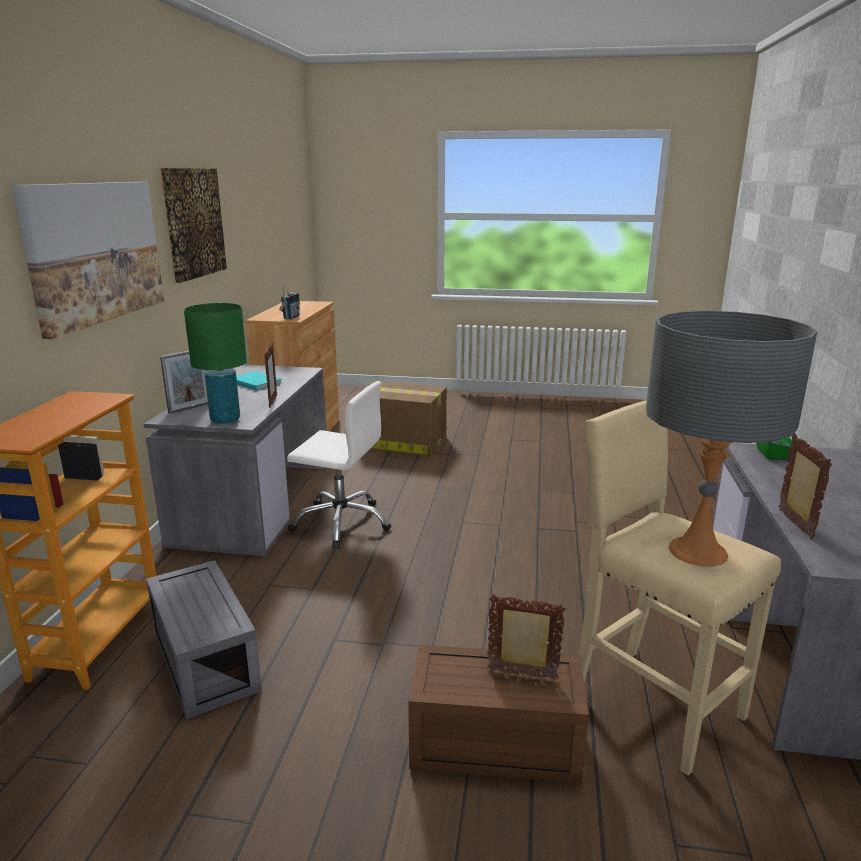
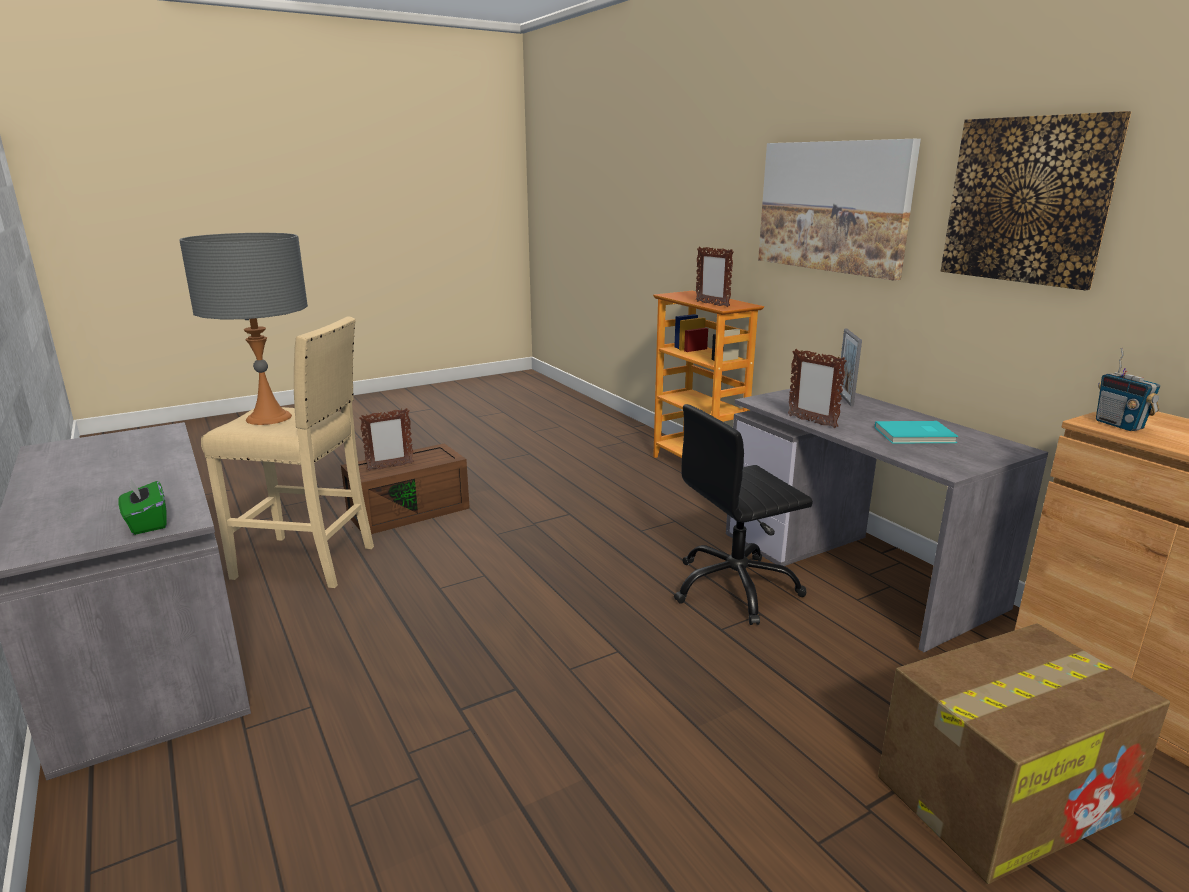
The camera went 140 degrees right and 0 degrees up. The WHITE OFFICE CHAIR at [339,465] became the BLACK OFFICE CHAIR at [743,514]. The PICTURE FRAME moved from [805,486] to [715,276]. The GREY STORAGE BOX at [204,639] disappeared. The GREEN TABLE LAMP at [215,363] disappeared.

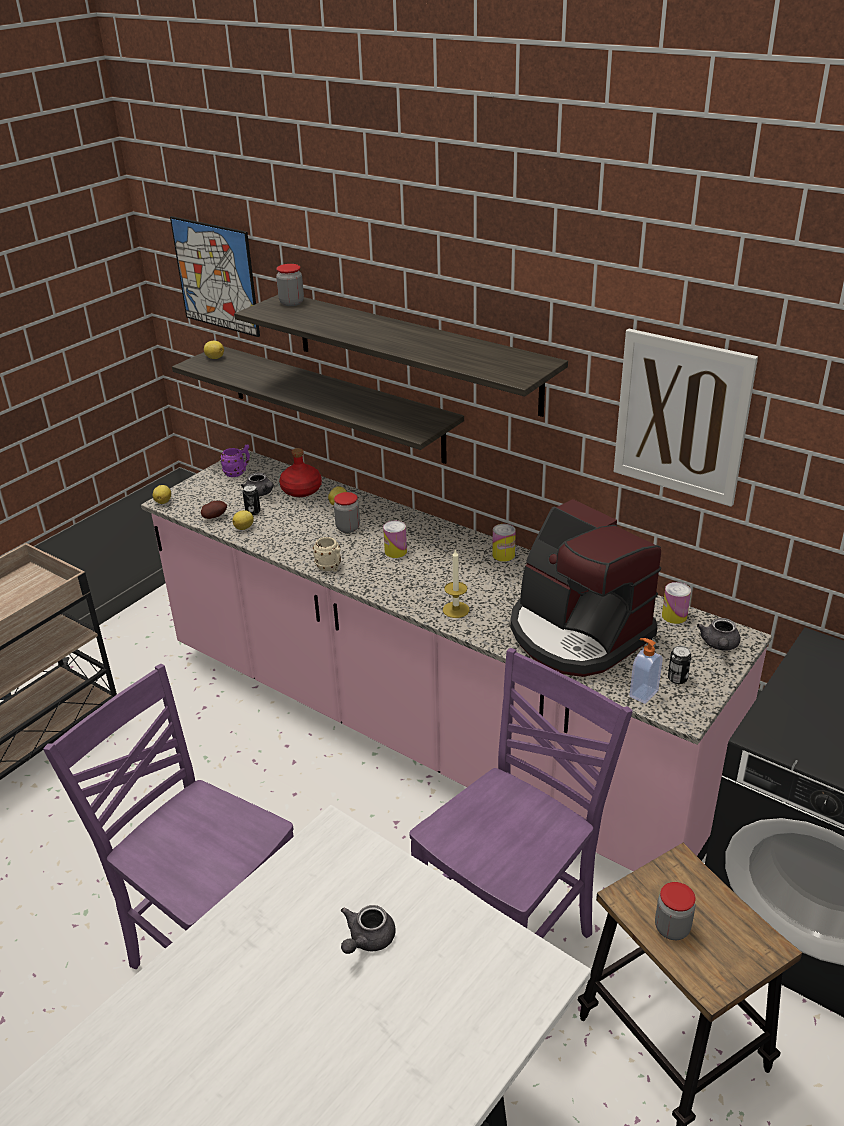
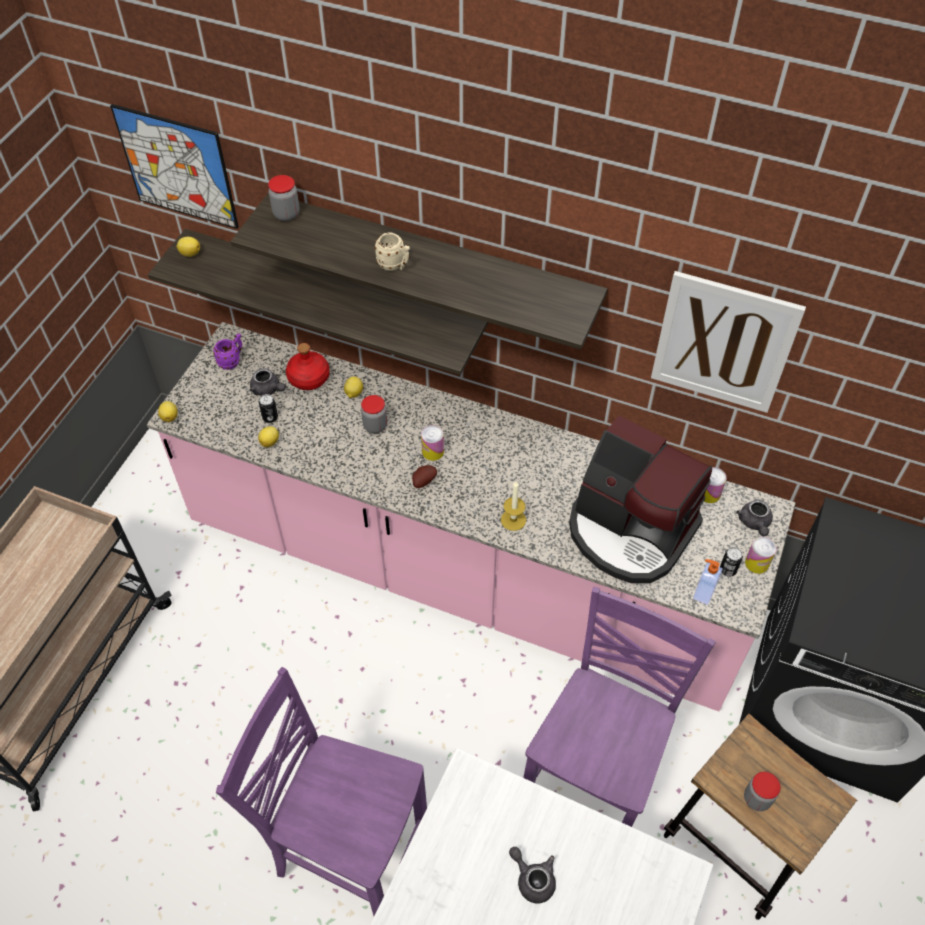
The camera went 15 degrees left and 20 degrees up. The BEIGE MUG moved from [327,554] to [392,252]. The POTATO moved from [214,510] to [424,476]. The GREY TEAPOT at [368,929] turned 120 degrees clockwise. The CAN moved from [504,543] to [760,555].

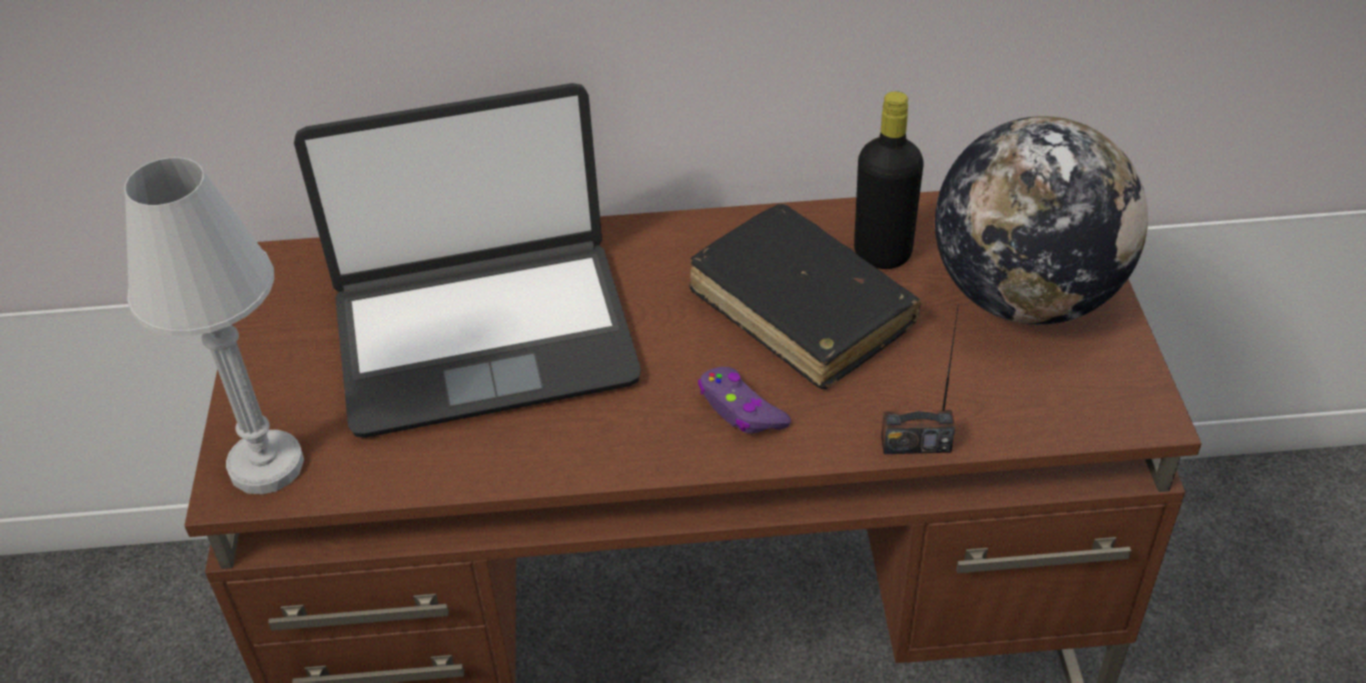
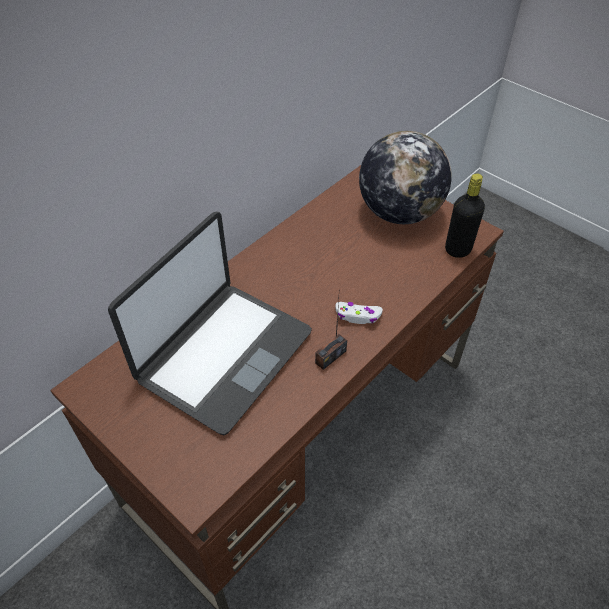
The camera went 45 degrees left and 5 degrees up. The RADIO moved from [920,379] to [331,335]. The PURPLE GAME CONTROLLER at [744,400] became the WHITE GAME CONTROLLER at [359,313]. The BLACK BOTTLE moved from [889,180] to [465,215]. The WHITE TABLE LAMP at [214,325] disappeared. The BLACK BOOK at [805,296] disappeared.

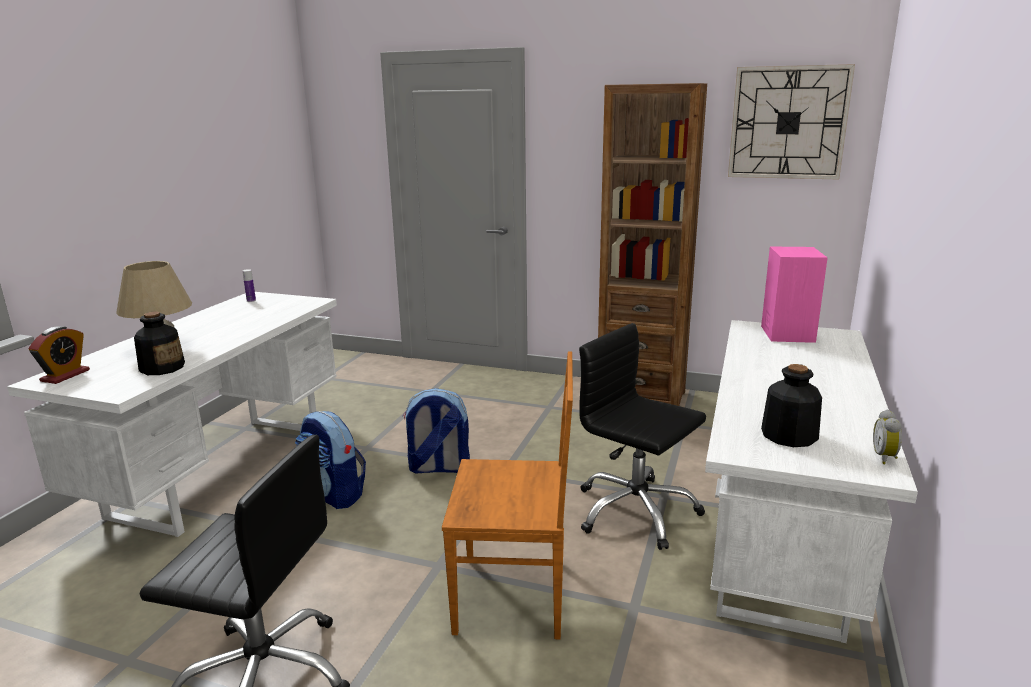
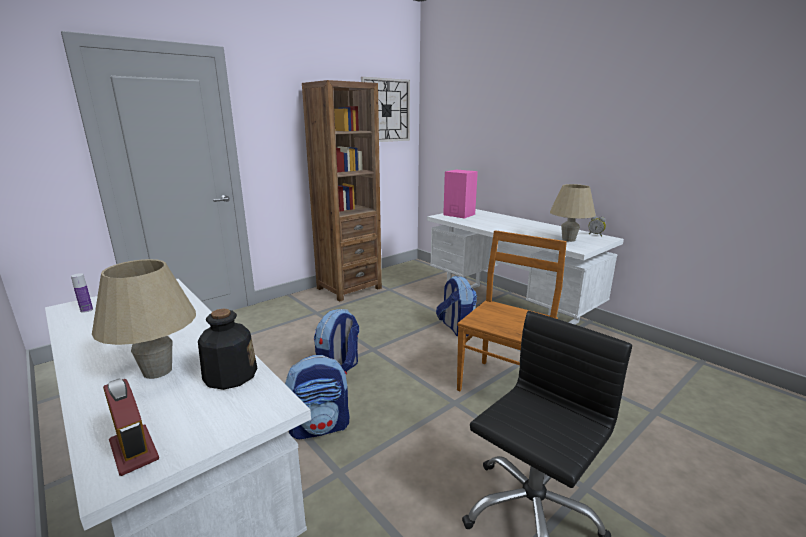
The camera went 60 degrees left and 0 degrees up. The BLACK OFFICE CHAIR at [642,436] was replaced by the BACKPACK at [456,306]. The BOTTLE at [791,405] was replaced by the BEIGE TABLE LAMP at [573,213].

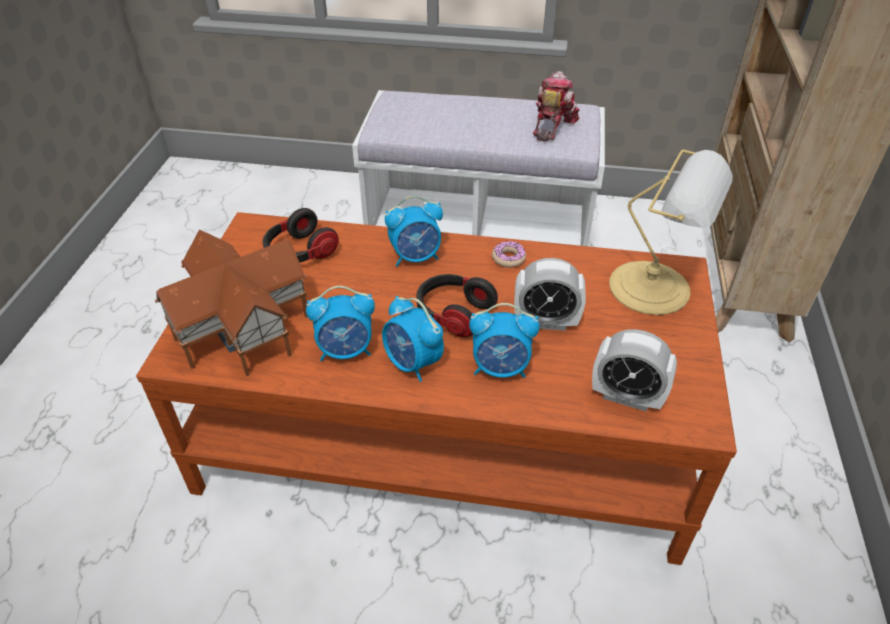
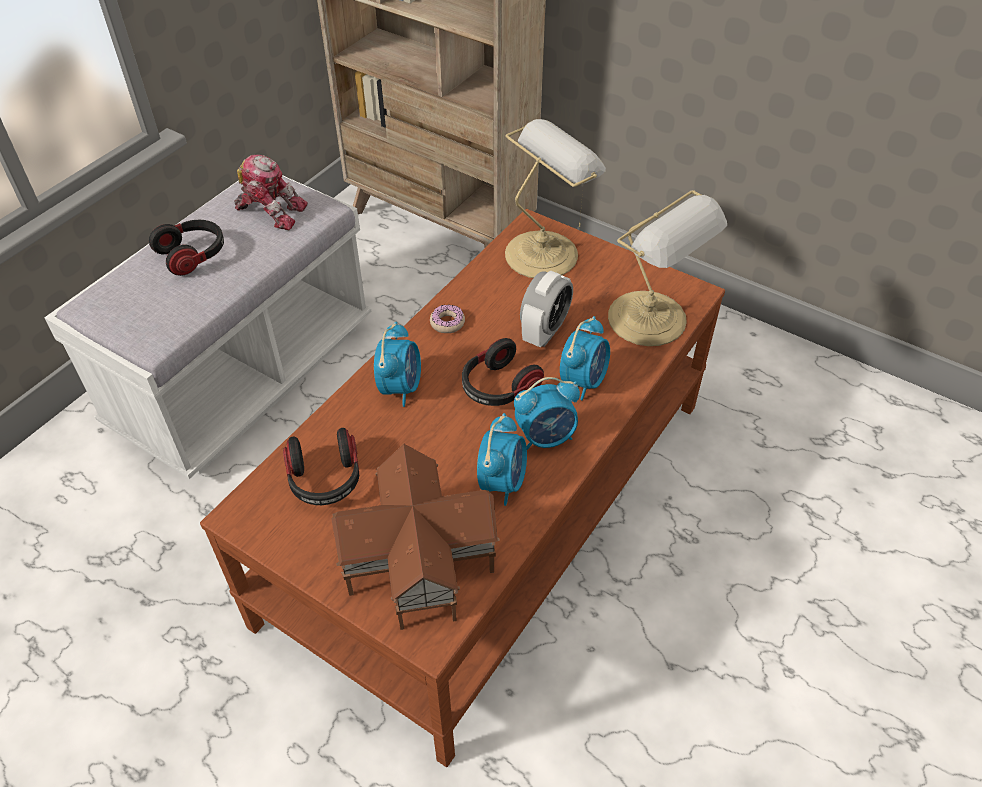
The camera went 65 degrees left and 5 degrees up. The HEADPHONES at [186,248] appeared. The TOY ROBOT at [556,106] turned 150 degrees clockwise. The ALARM CLOCK at [634,370] was replaced by the TABLE LAMP at [667,268].

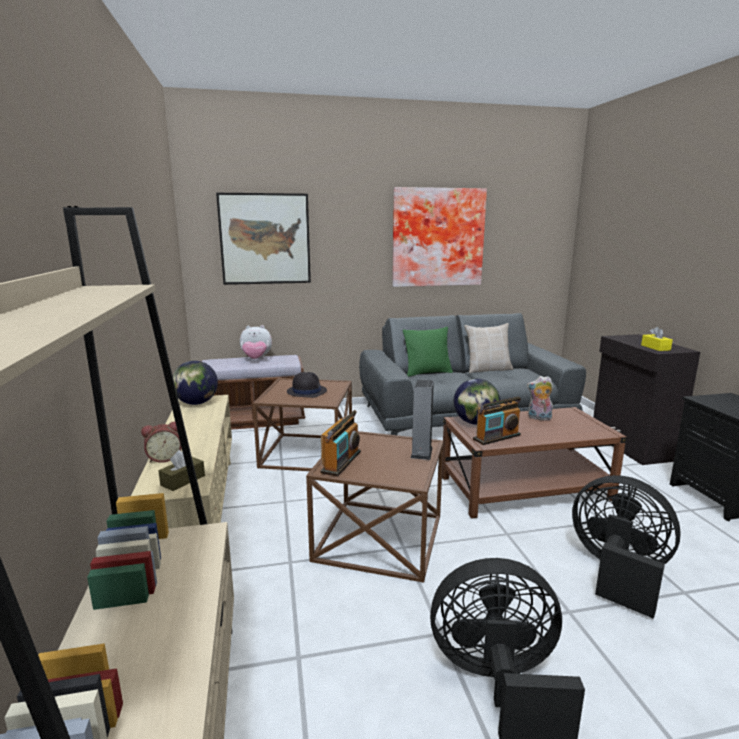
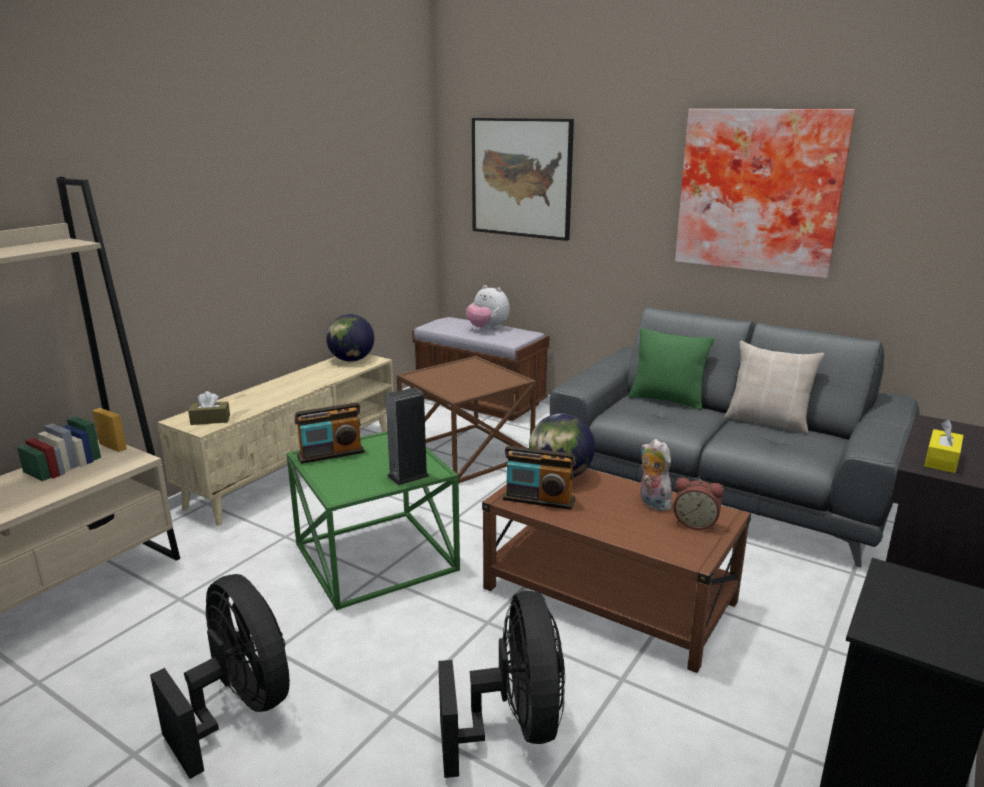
The camera went 45 degrees right and 5 degrees up. The BROWN SIDE TABLE at [375,507] became the GREEN SIDE TABLE at [373,520]. The ALARM CLOCK moved from [161,442] to [698,503]. The BLACK HAT at [307,385] disappeared.

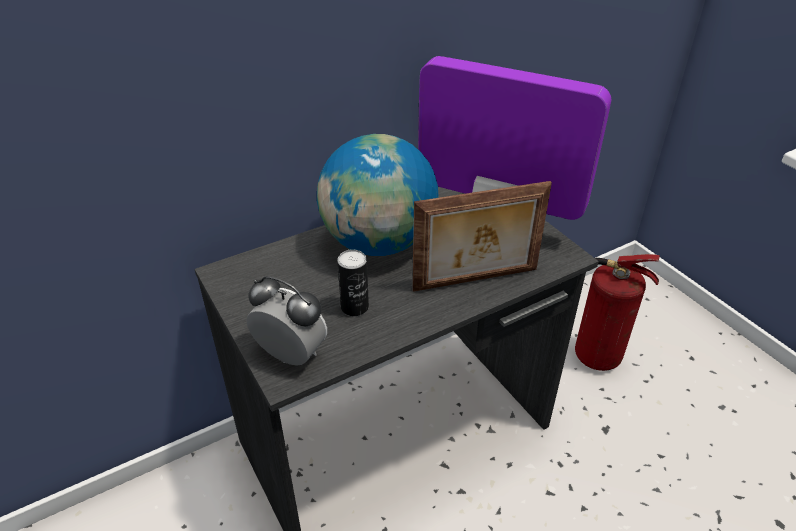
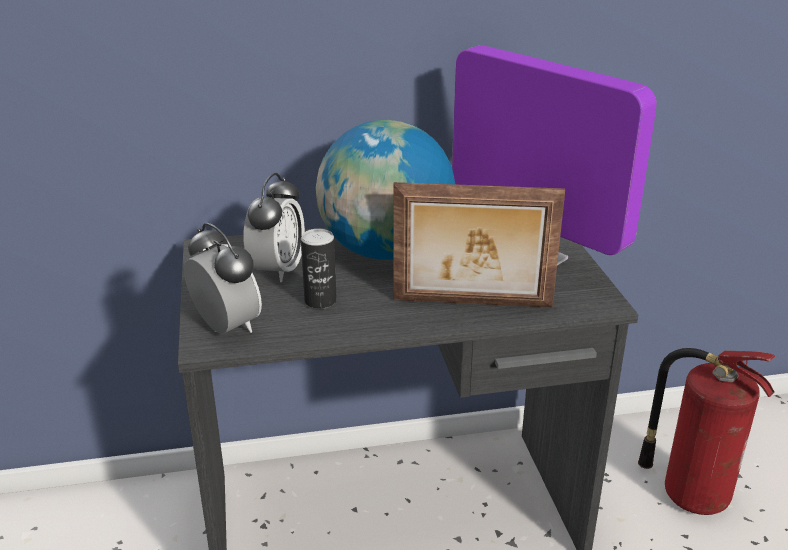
The camera went 20 degrees right and 10 degrees down. The ALARM CLOCK at [274,227] appeared.

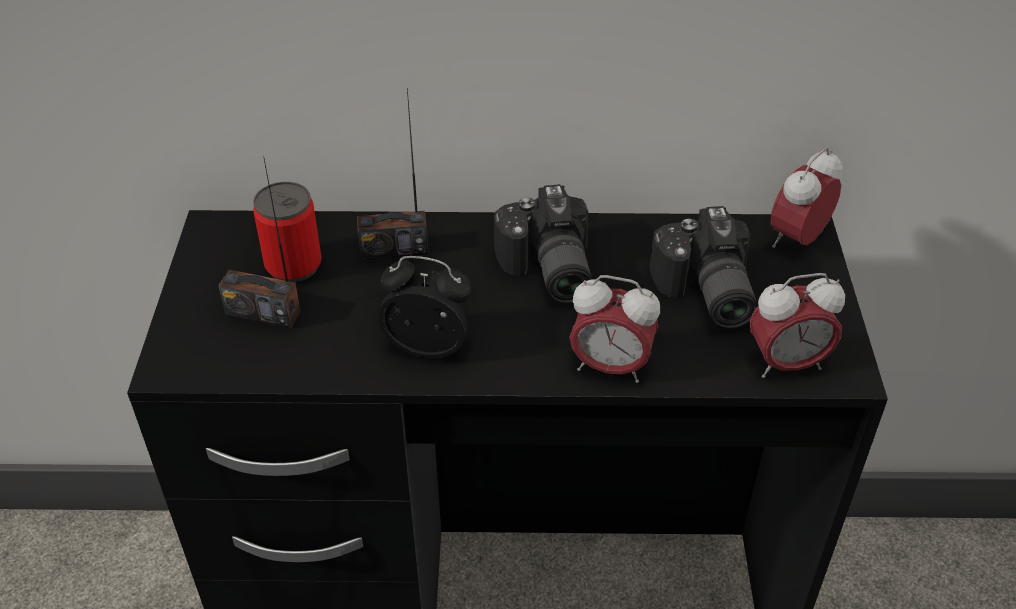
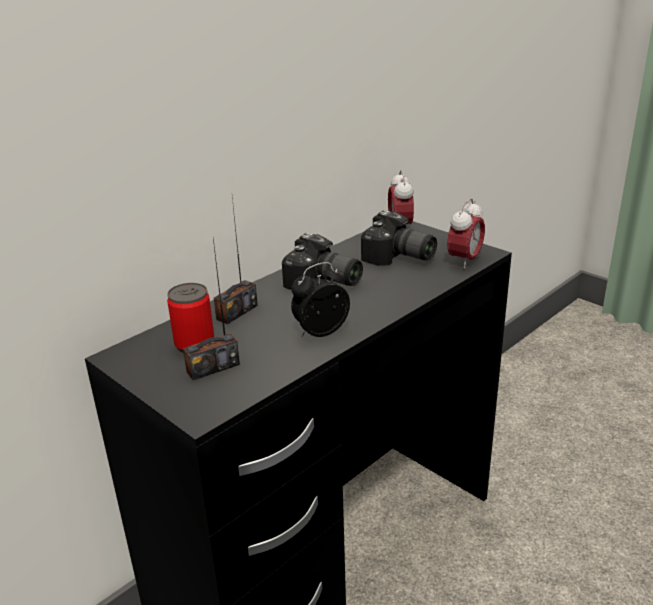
The camera went 45 degrees left and 15 degrees down. The ALARM CLOCK at [615,329] disappeared.

